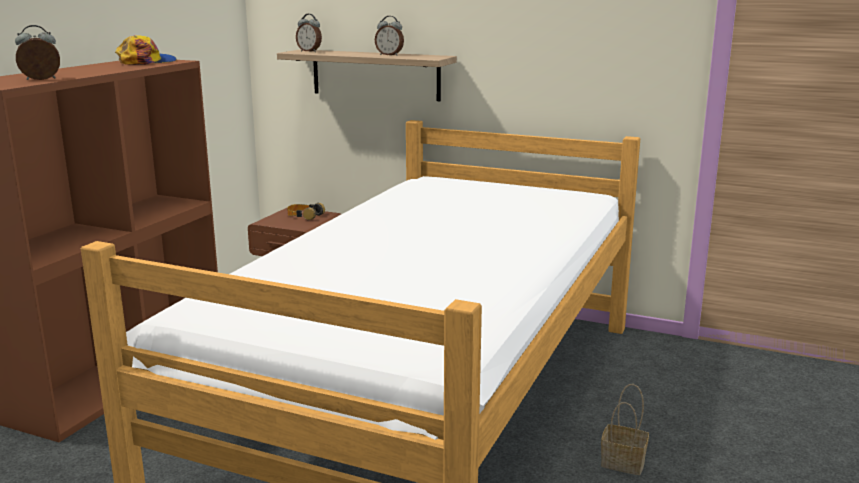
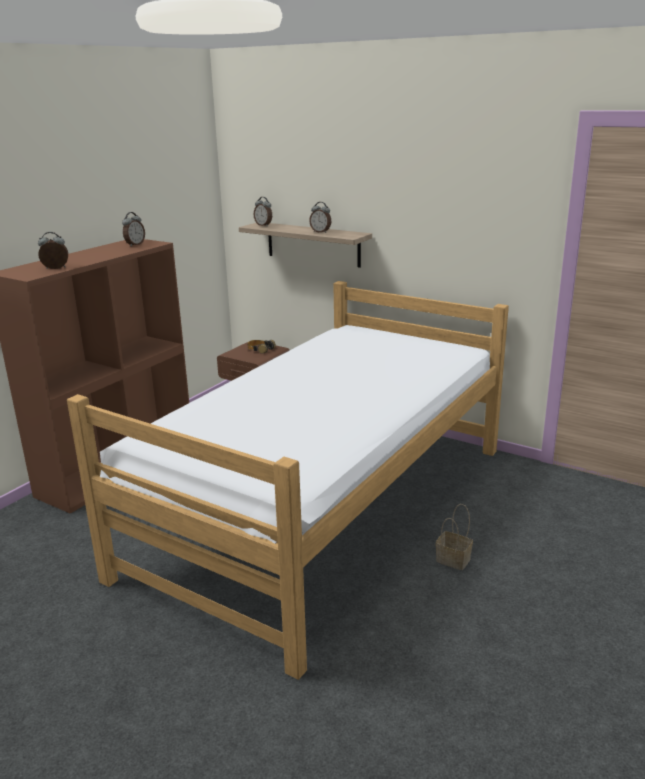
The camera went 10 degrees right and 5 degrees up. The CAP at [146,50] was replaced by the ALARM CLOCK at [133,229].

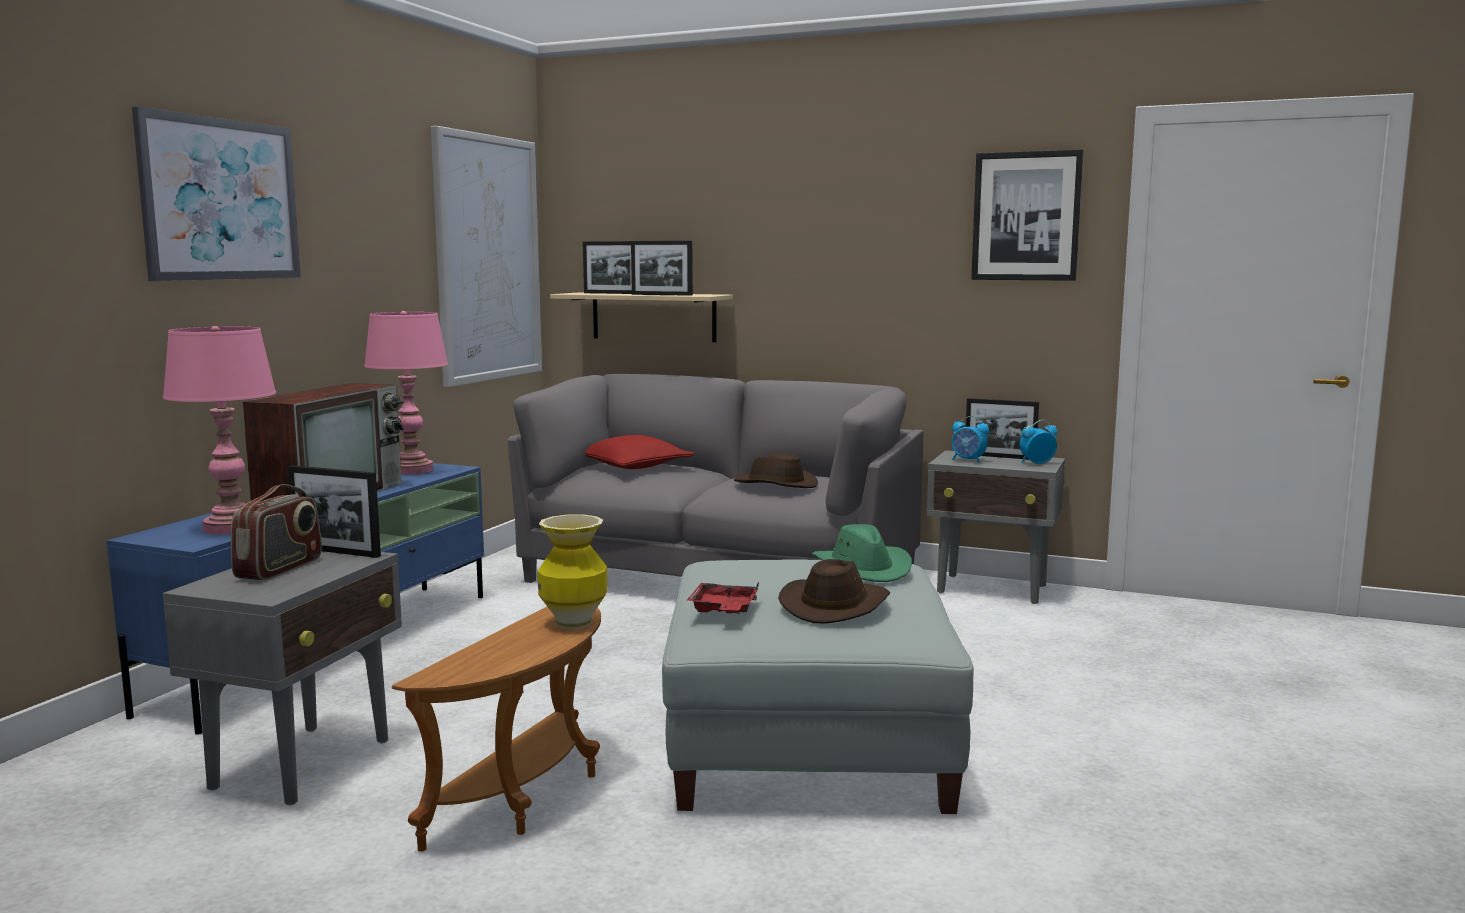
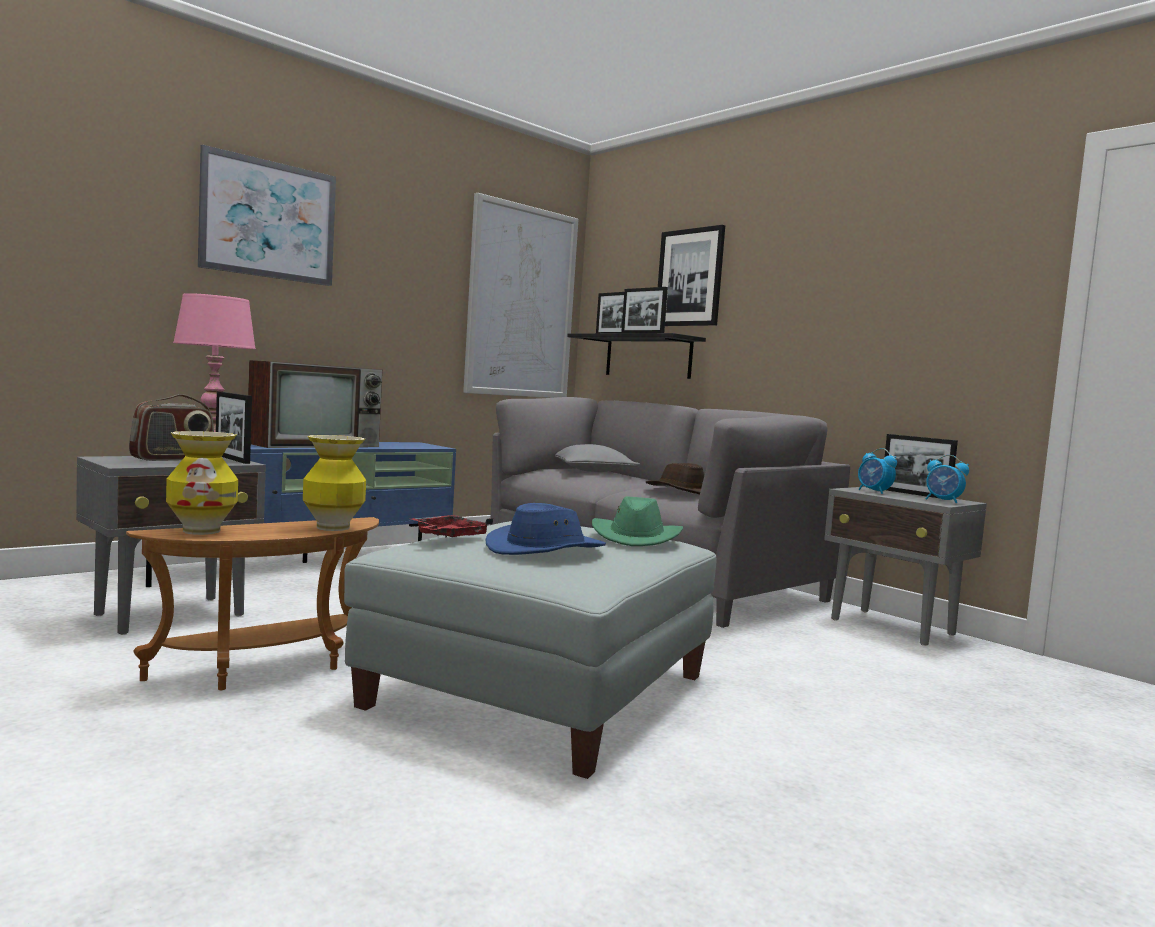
The camera went 25 degrees right and 5 degrees down. The VASE at [202,483] appeared. The BROWN HAT at [834,591] became the BLUE HAT at [545,529]. The RED PILLOW at [640,452] became the GREY PILLOW at [597,458]. The BEIGE SHELF at [641,317] became the BLACK SHELF at [636,356]. The PICTURE moved from [1027,215] to [691,275]. The ALARM CLOCK at [1038,442] turned 150 degrees counterclockwise. The PINK TABLE LAMP at [406,393] disappeared.

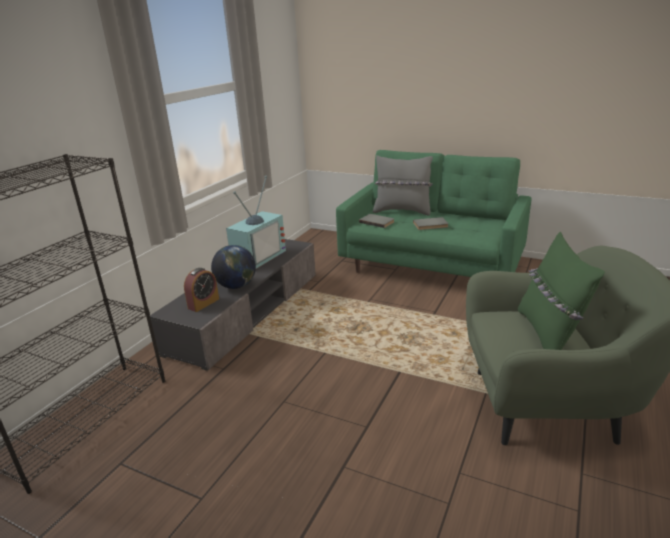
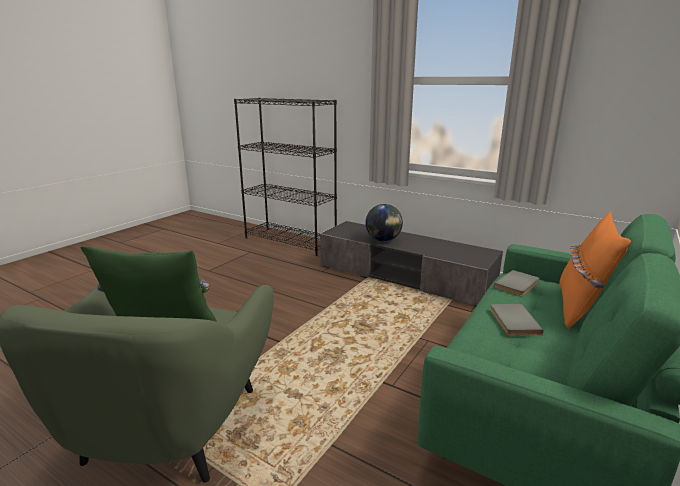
The camera went 95 degrees right and 5 degrees down. The GREY PILLOW at [403,185] became the ORANGE PILLOW at [595,270]. The ALARM CLOCK at [201,290] disappeared. The TELEVISION at [256,222] disappeared.

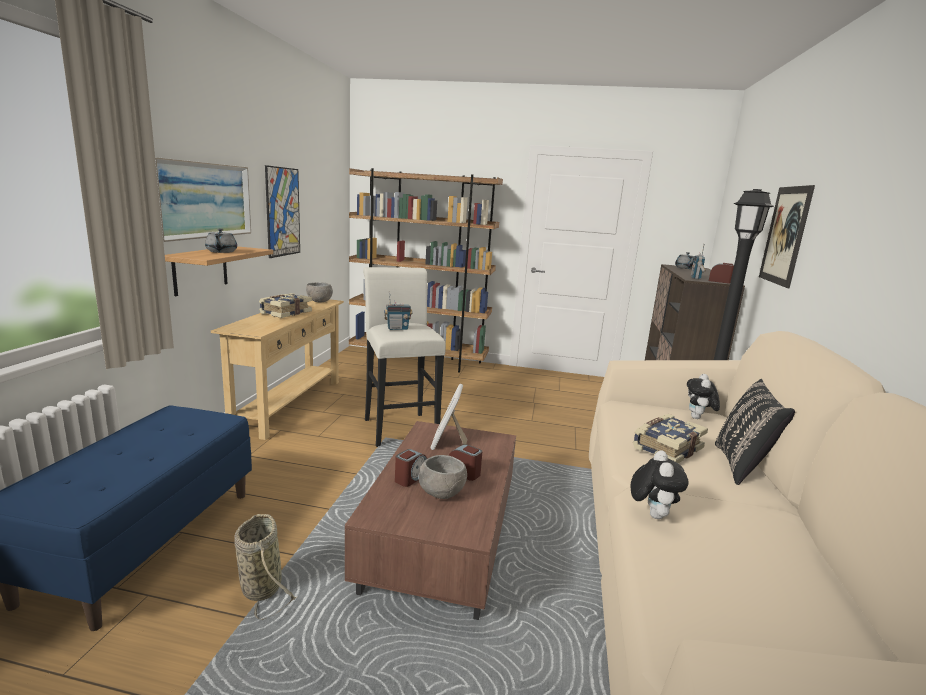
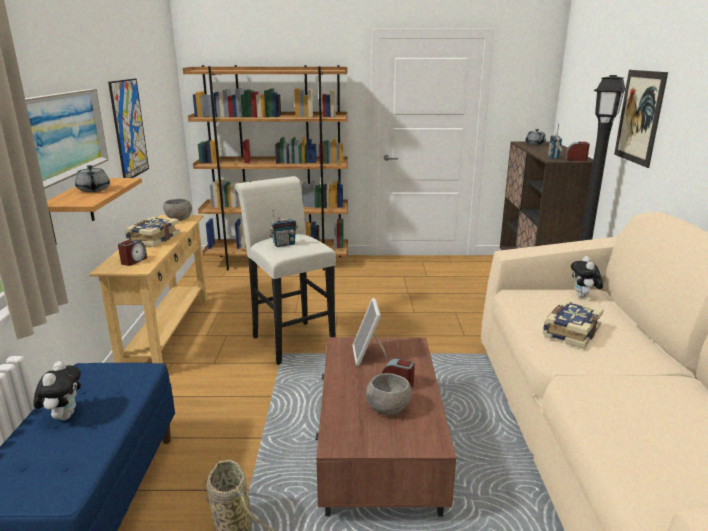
The camera went 10 degrees left and 5 degrees up. The PLUSH TOY moved from [660,484] to [57,390]. The ALARM CLOCK moved from [411,468] to [132,253]. The BLACK PILLOW at [755,432] disappeared.

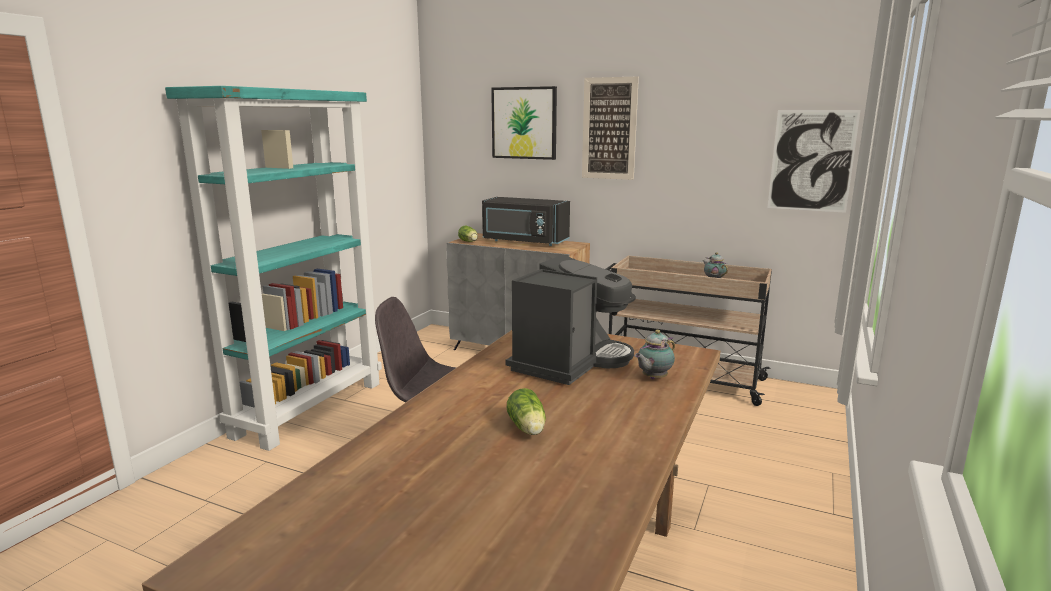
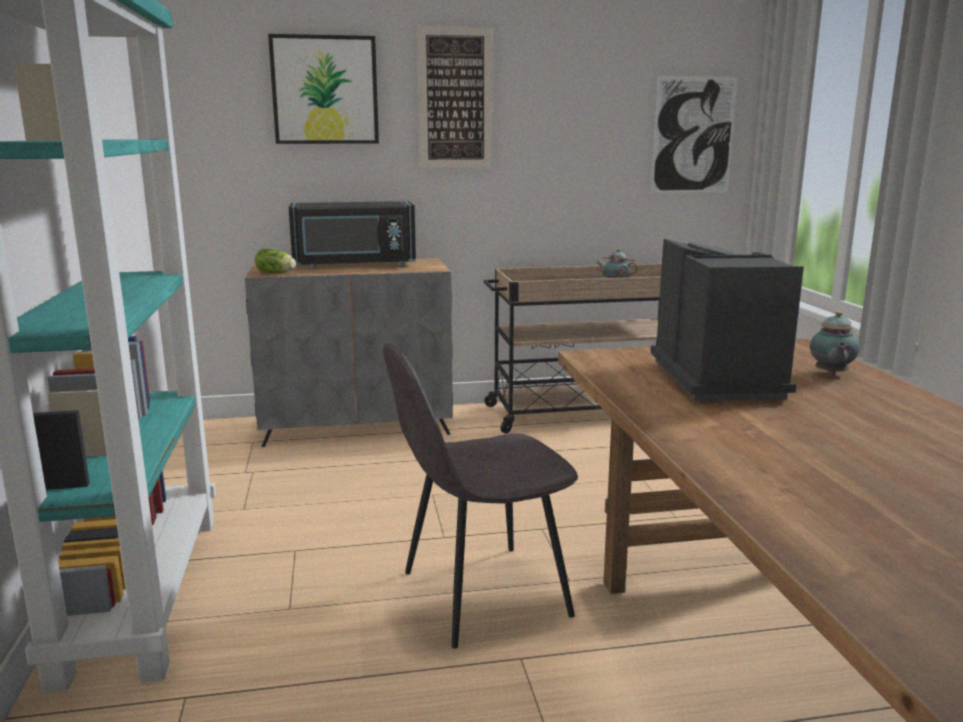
The camera went 35 degrees left and 0 degrees up. The LETTUCE at [526,411] disappeared.

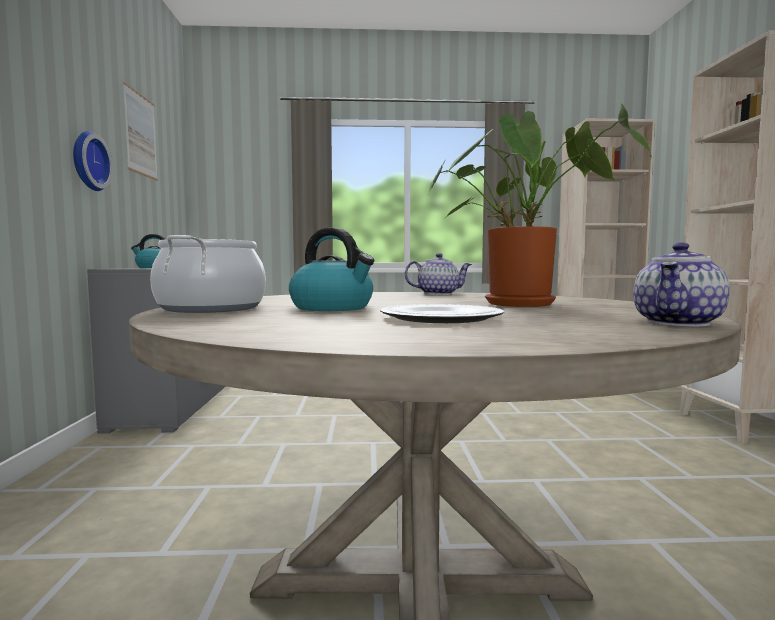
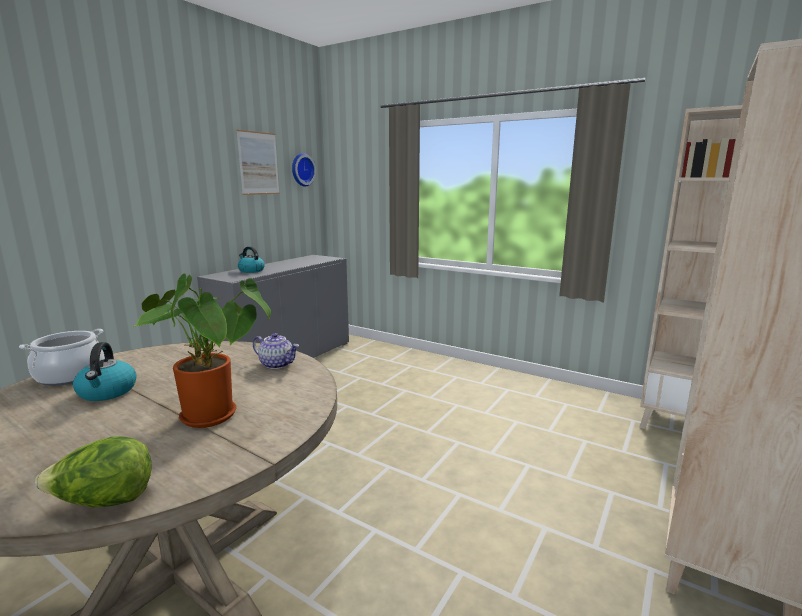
The camera went 35 degrees right and 10 degrees up. The TEAPOT at [681,284] was replaced by the LETTUCE at [93,471]. The WALL CLOCK moved from [93,161] to [304,169]. The PLATE at [442,313] disappeared.

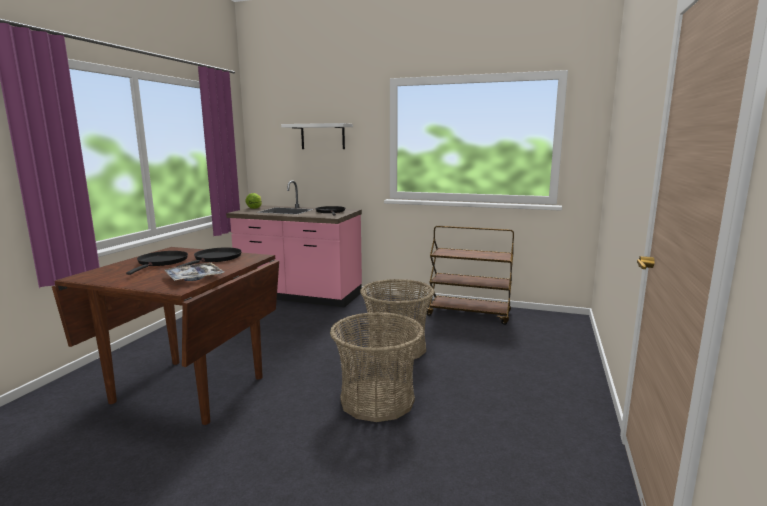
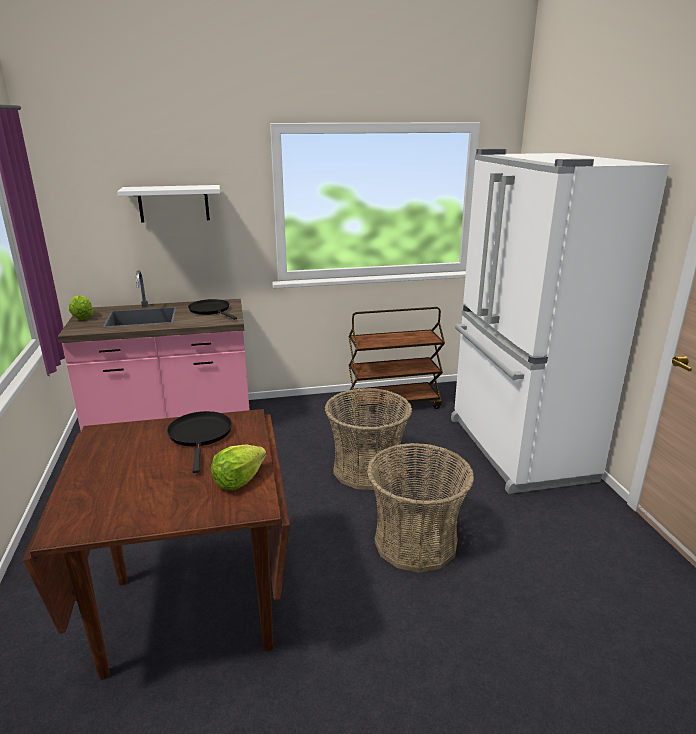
The camera went 30 degrees left and 10 degrees up. The TRAY at [194,272] was replaced by the LETTUCE at [238,467]. The WHITE FRIDGE at [560,321] appeared. The BLACK FRYING PAN at [157,263] disappeared.

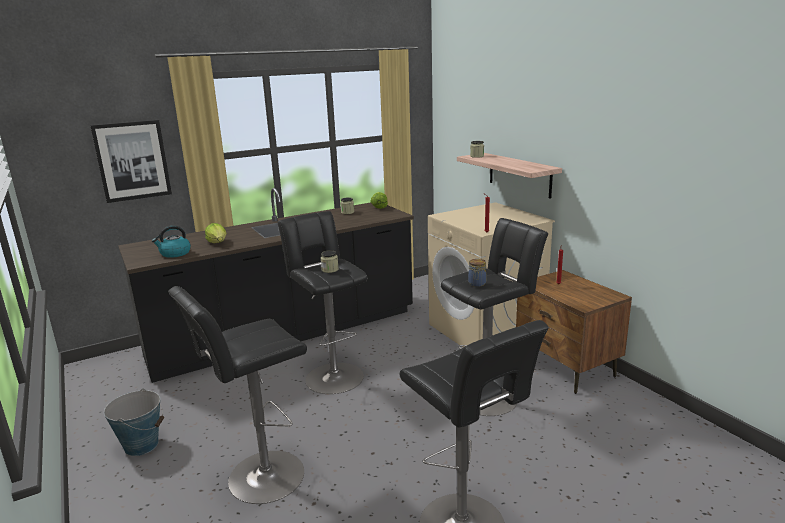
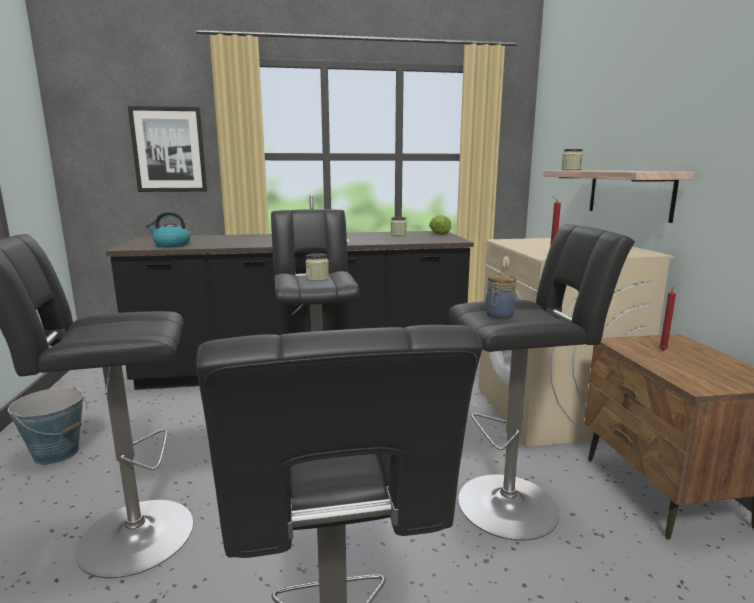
The camera went 20 degrees right and 5 degrees down. The LETTUCE at [216,233] disappeared.

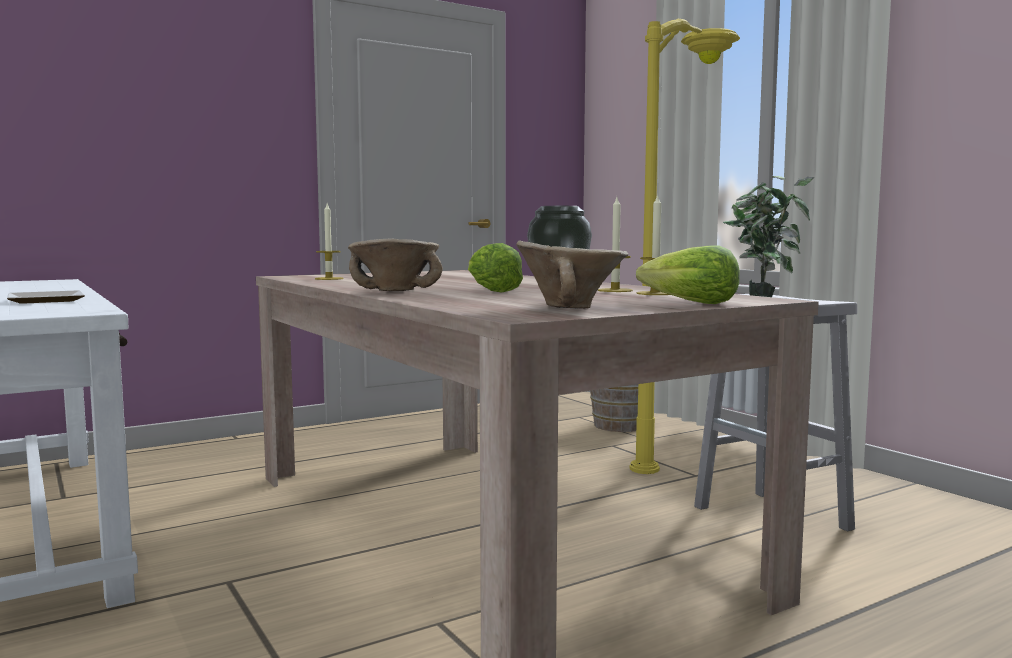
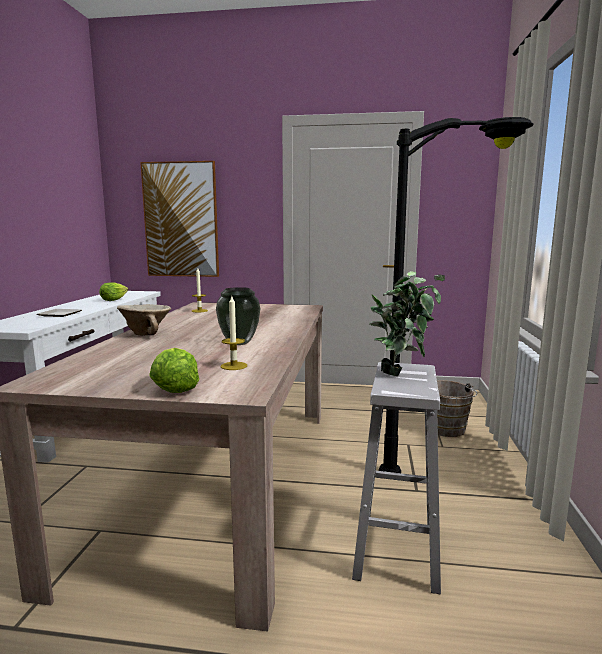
The camera went 40 degrees right and 5 degrees up. The LETTUCE moved from [495,268] to [113,292]. The PICTURE at [179,219] appeared. The YELLOW FLOOR LAMP at [685,246] became the BLACK FLOOR LAMP at [456,295]. The BEIGE BOWL at [572,274] disappeared. The CANDLE at [615,244] disappeared.

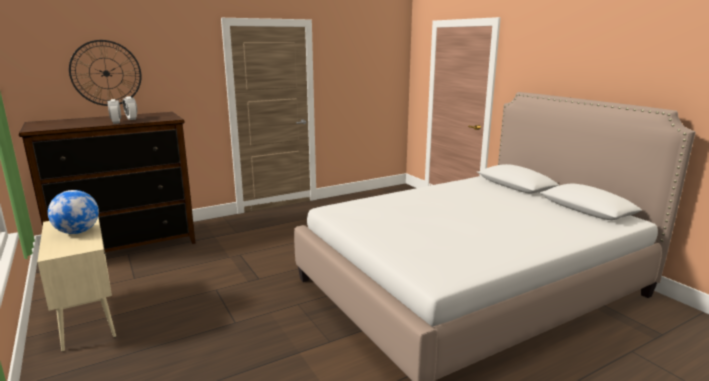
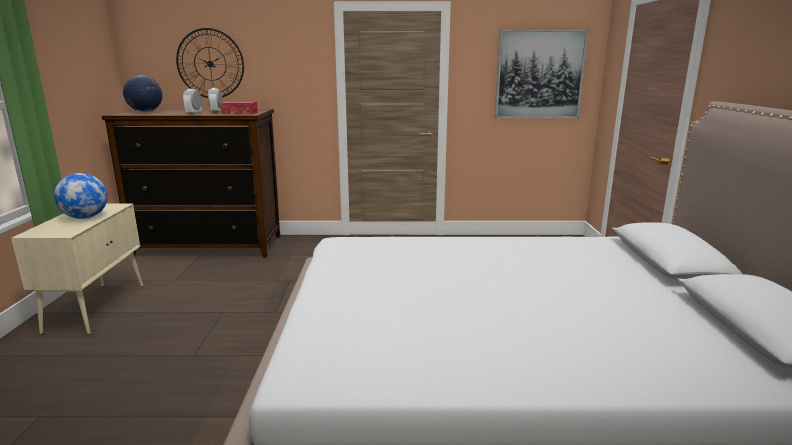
The camera went 30 degrees right and 0 degrees up. The GLOBE at [142,93] appeared. The TISSUE BOX at [239,108] appeared. The PICTURE at [541,73] appeared.

